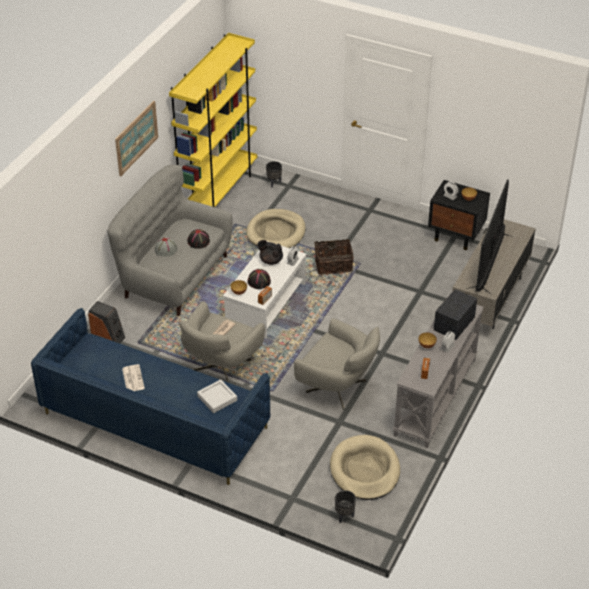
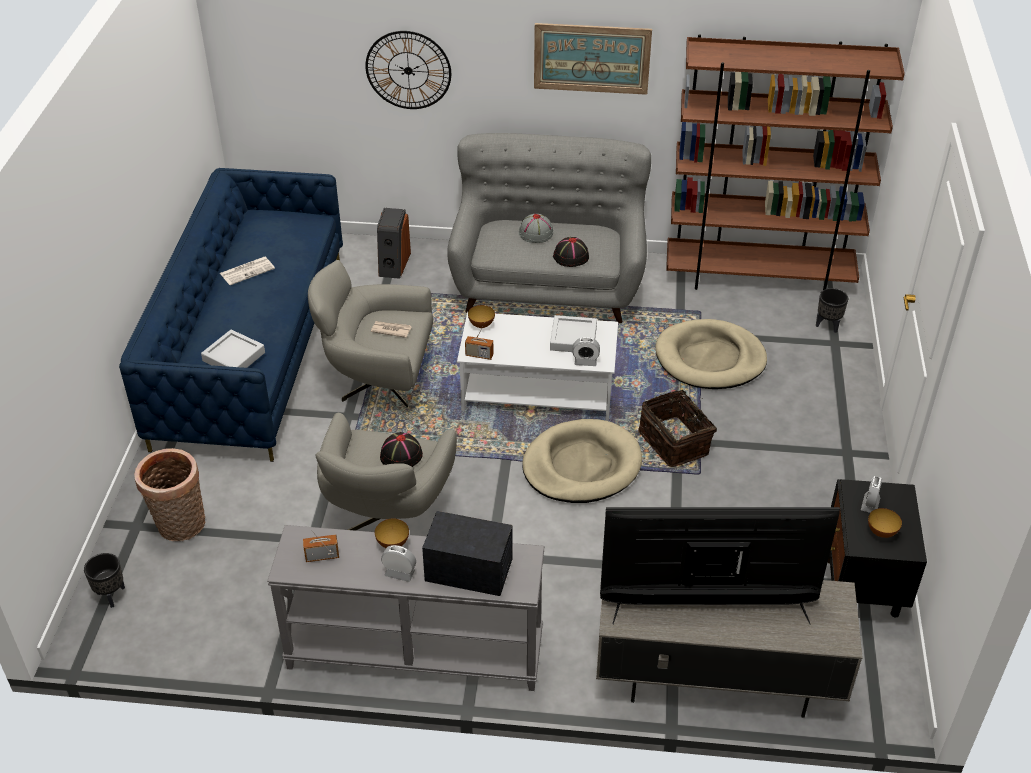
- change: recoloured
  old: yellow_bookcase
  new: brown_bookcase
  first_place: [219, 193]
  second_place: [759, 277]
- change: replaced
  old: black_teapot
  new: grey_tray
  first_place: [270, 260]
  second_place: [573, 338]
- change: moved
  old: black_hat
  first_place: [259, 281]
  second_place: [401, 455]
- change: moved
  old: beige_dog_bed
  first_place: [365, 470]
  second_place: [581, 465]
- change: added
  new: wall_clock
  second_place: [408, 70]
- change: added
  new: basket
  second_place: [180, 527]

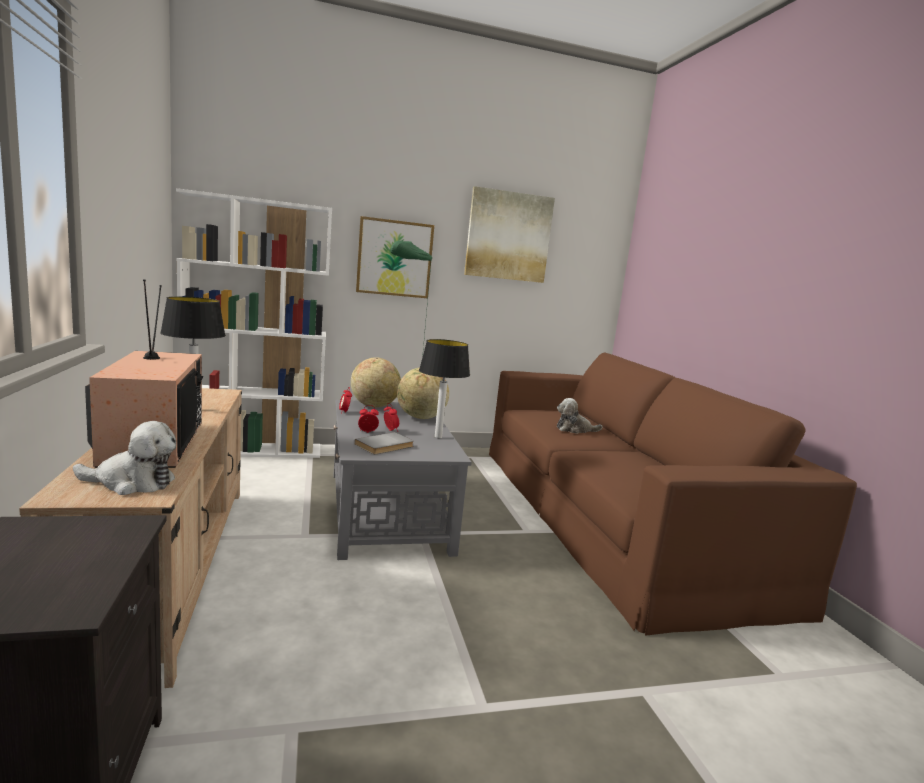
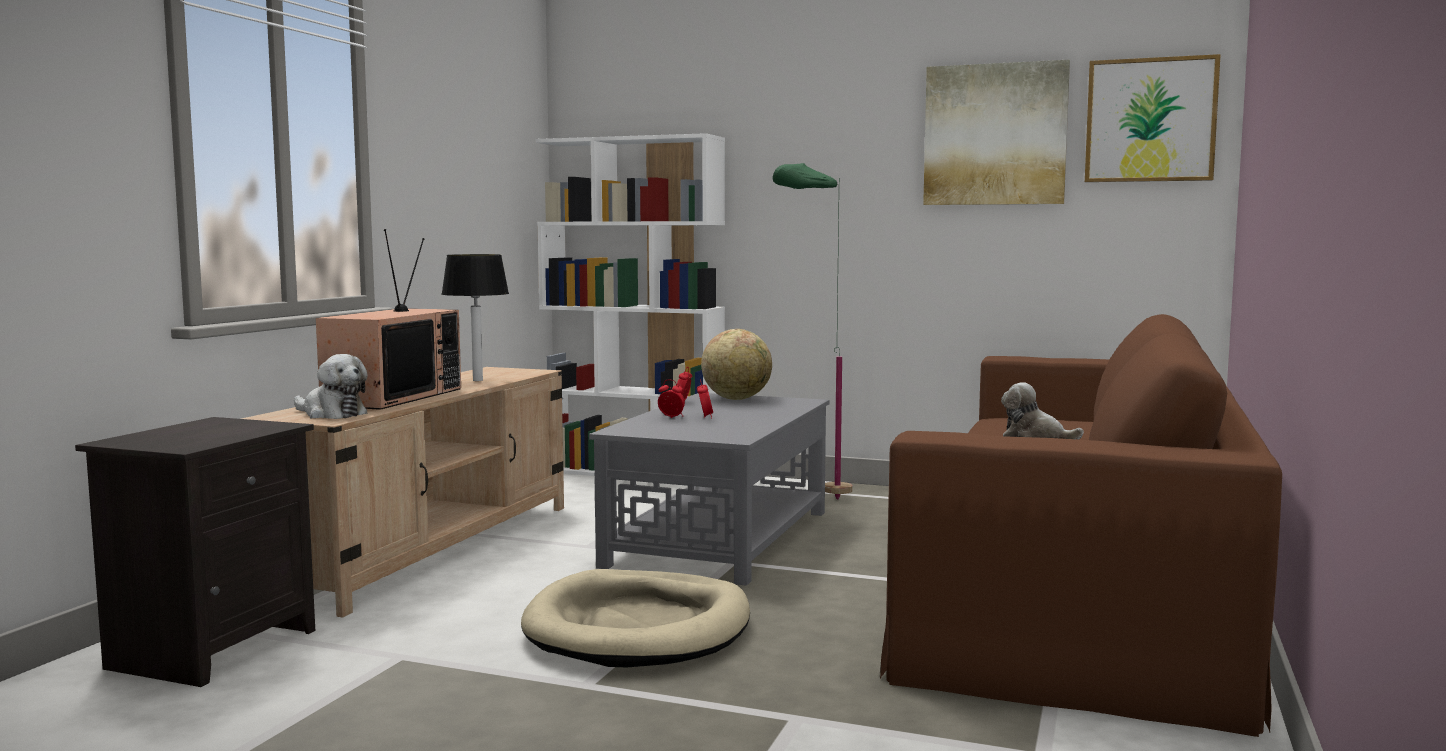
- change: moved
  old: picture
  first_place: [394, 258]
  second_place: [1150, 120]
- change: removed
  old: table_lamp
  first_place: [438, 437]
- change: removed
  old: globe
  first_place: [420, 418]
- change: removed
  old: grey_book
  first_place: [385, 446]
- change: added
  new: beige_dog_bed
  second_place: [639, 628]

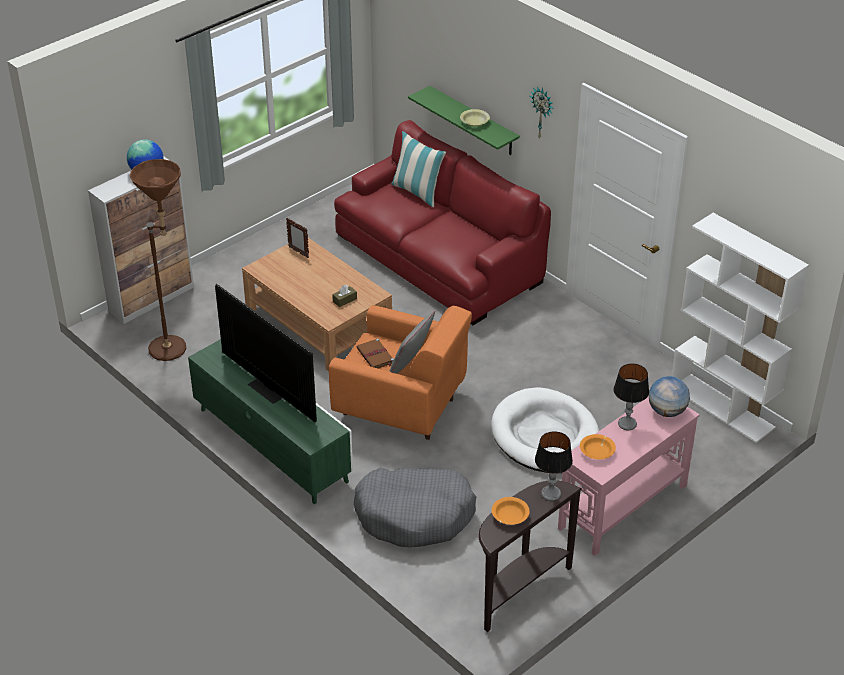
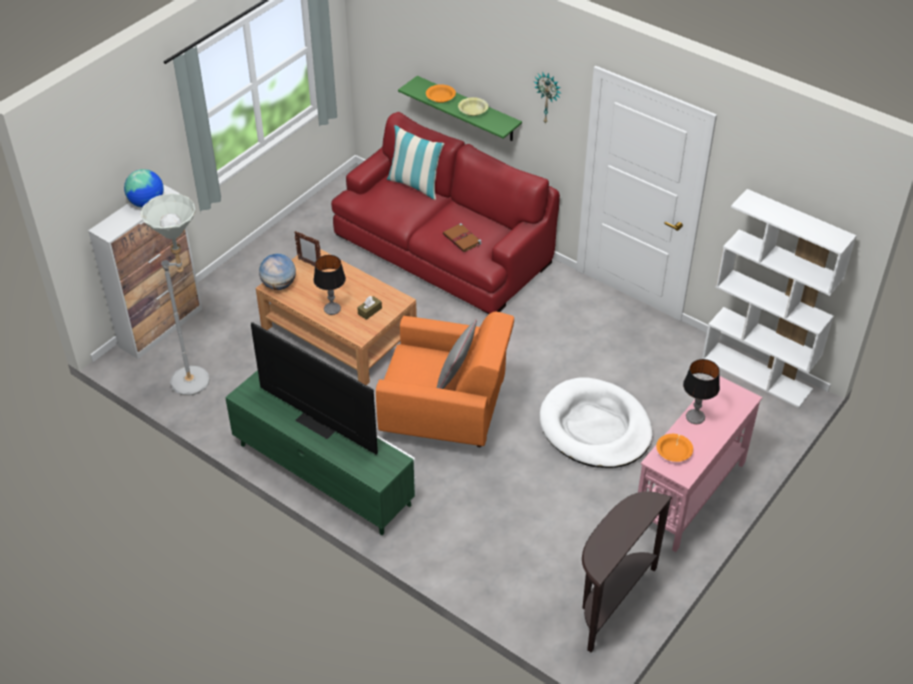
- change: recoloured
  old: brown_floor_lamp
  new: grey_floor_lamp
  first_place: [176, 349]
  second_place: [199, 380]
- change: moved
  old: brown_book
  first_place: [375, 356]
  second_place: [462, 239]
- change: moved
  old: globe
  first_place: [667, 411]
  second_place: [279, 285]
- change: moved
  old: table_lamp
  first_place: [551, 494]
  second_place: [332, 309]
- change: removed
  old: grey_dog_bed
  first_place: [415, 515]
- change: moved
  old: orange_bowl
  first_place: [510, 515]
  second_place: [440, 97]

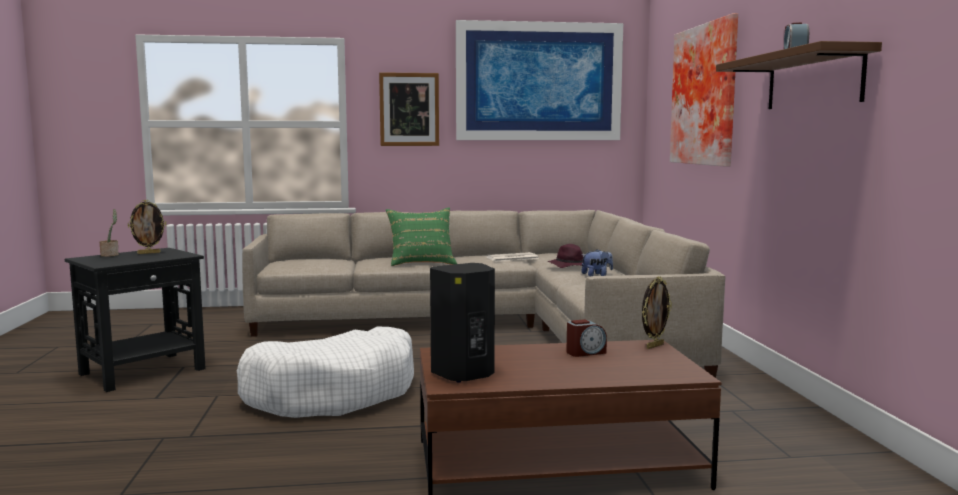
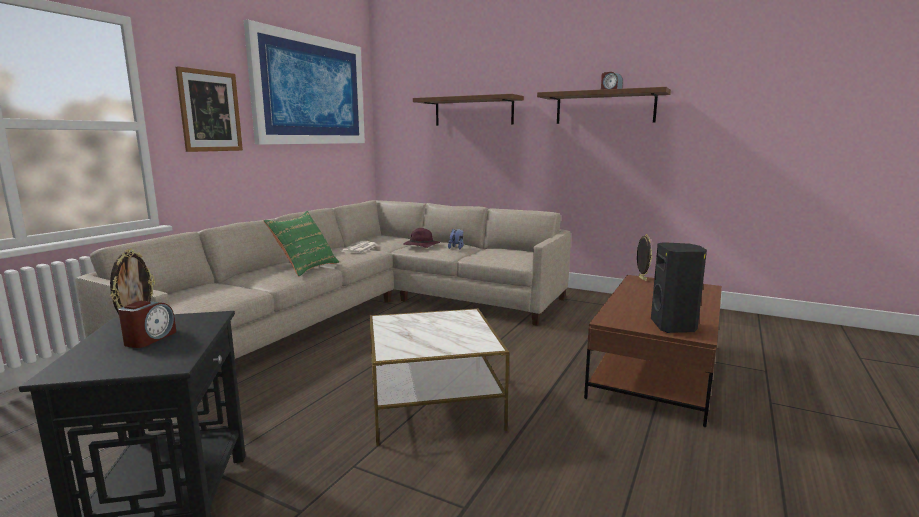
- change: replaced
  old: picture
  new: brown_shelf
  first_place: [707, 95]
  second_place: [473, 111]
- change: removed
  old: potted_plant
  first_place: [110, 255]
- change: moved
  old: alarm_clock
  first_place: [585, 352]
  second_place: [150, 339]
- change: replaced
  old: white_dog_bed
  new: side_table
  first_place: [333, 393]
  second_place: [433, 404]

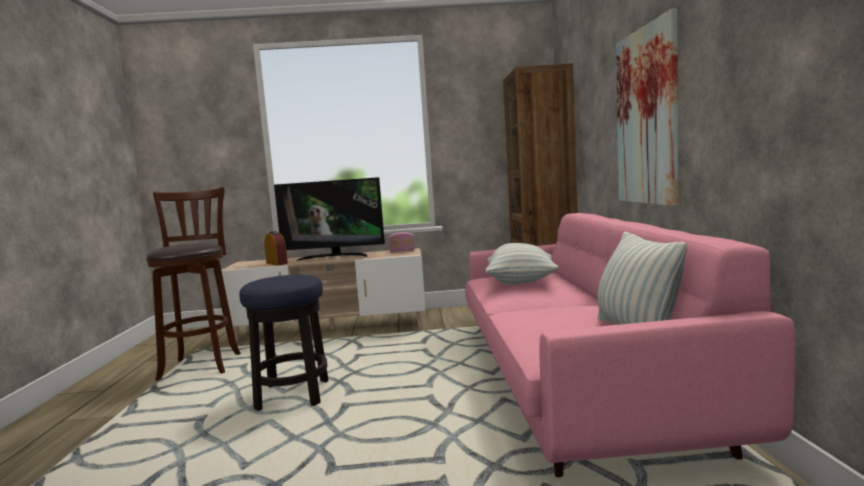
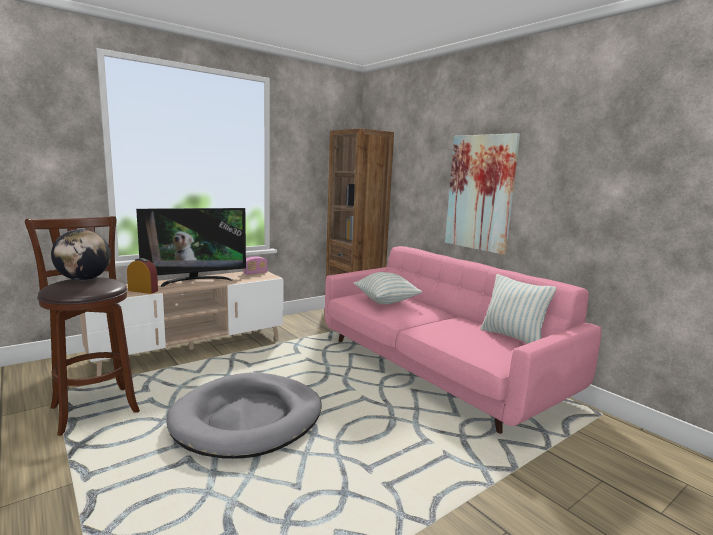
- change: replaced
  old: stool
  new: grey_dog_bed
  first_place: [293, 395]
  second_place: [248, 419]
- change: added
  new: globe
  second_place: [84, 279]

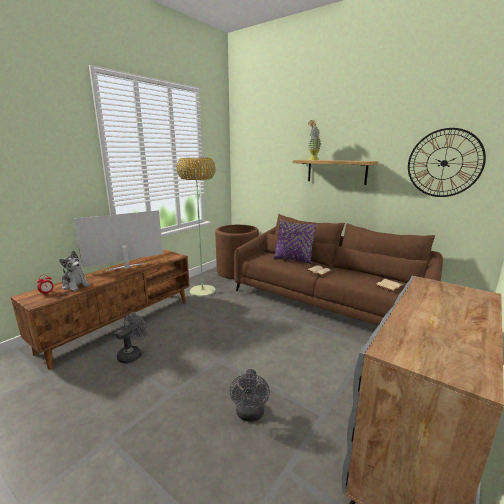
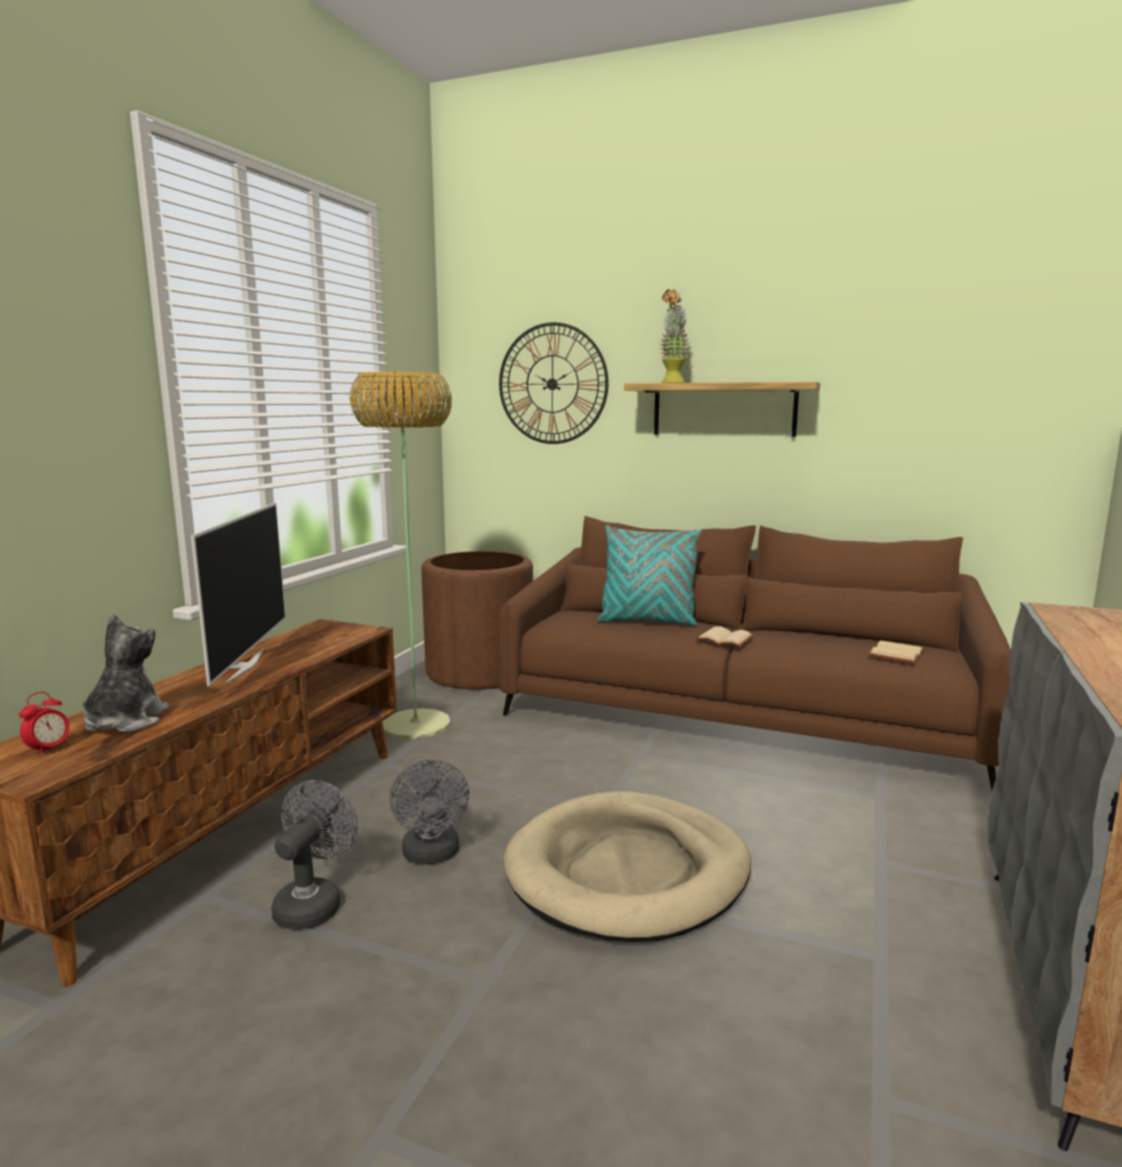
- change: moved
  old: wall_clock
  first_place: [444, 163]
  second_place: [552, 384]
- change: turned
  old: television
  first_place: [126, 267]
  second_place: [243, 666]
  degrees: 135
- change: recoloured
  old: purple_pillow
  new: turquoise_pillow
  first_place: [293, 260]
  second_place: [647, 621]
- change: turned
  old: plush_toy
  first_place: [75, 285]
  second_place: [125, 721]
  degrees: -105
- change: moved
  old: grey_fan
  first_place: [250, 415]
  second_place: [432, 855]
- change: added
  new: beige_dog_bed
  second_place: [628, 872]

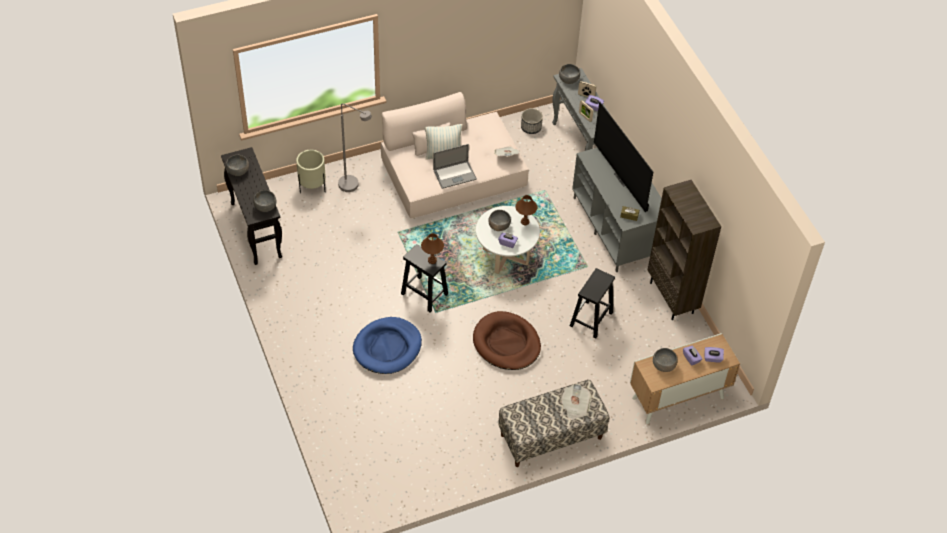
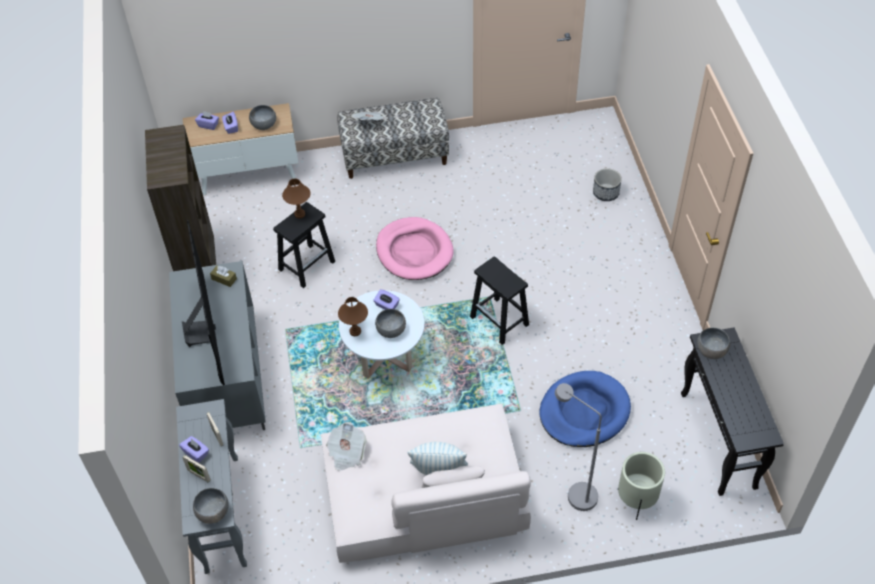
- change: moved
  old: planter
  first_place: [531, 127]
  second_place: [605, 193]
- change: removed
  old: laptop
  first_place: [454, 175]
- change: removed
  old: grey_bowl
  first_place: [238, 171]
- change: moved
  old: brown_table_lamp
  first_place: [432, 260]
  second_place: [299, 214]
- change: recoloured
  old: brown_dog_bed
  new: pink_dog_bed
  first_place: [506, 343]
  second_place: [414, 251]
- change: moved
  old: blue_dog_bed
  first_place: [387, 347]
  second_place: [584, 411]

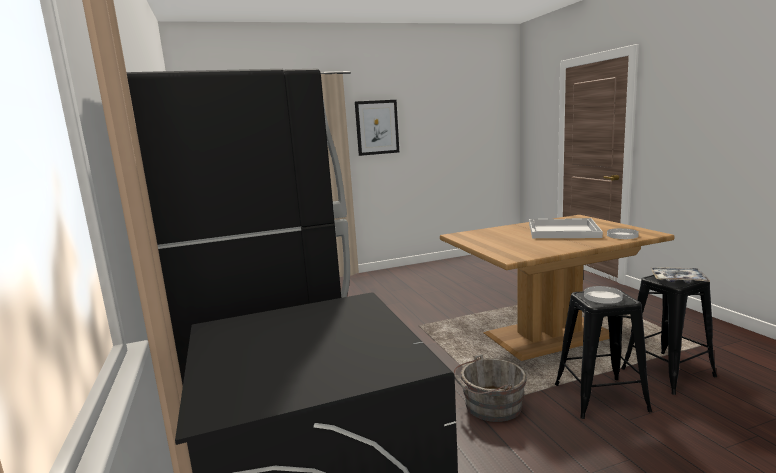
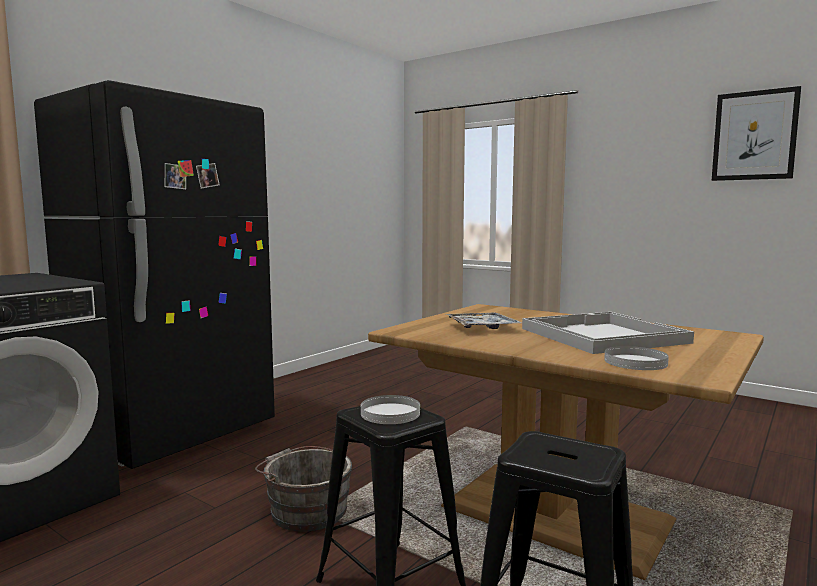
- change: moved
  old: picture
  first_place: [377, 127]
  second_place: [754, 135]
- change: moved
  old: tray
  first_place: [678, 280]
  second_place: [482, 327]

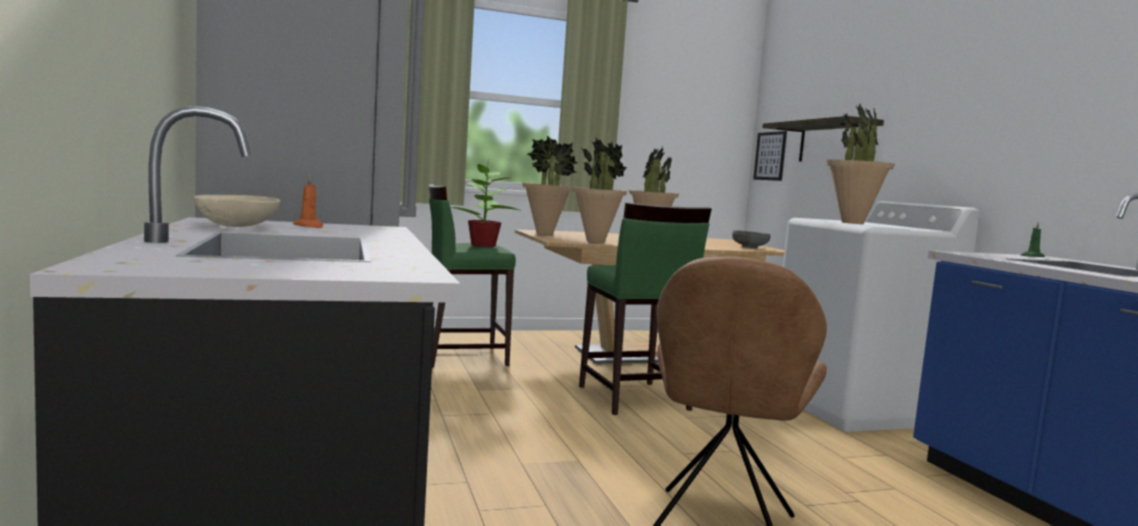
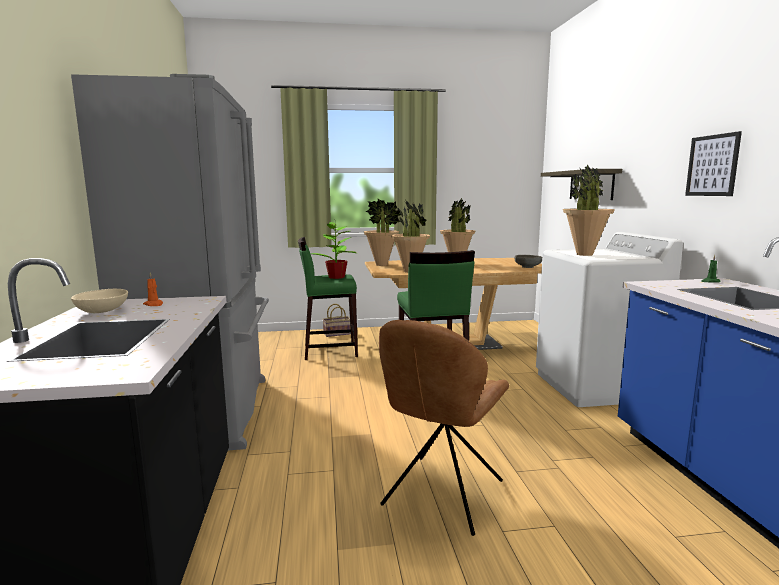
- change: moved
  old: picture
  first_place: [770, 156]
  second_place: [712, 165]
- change: added
  new: basket
  second_place: [337, 333]

